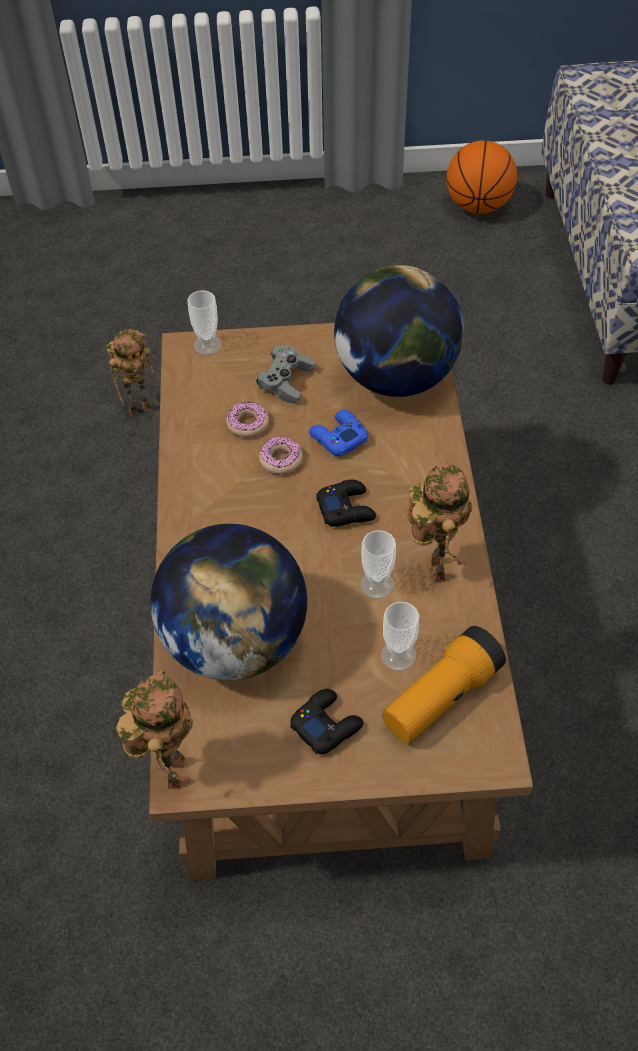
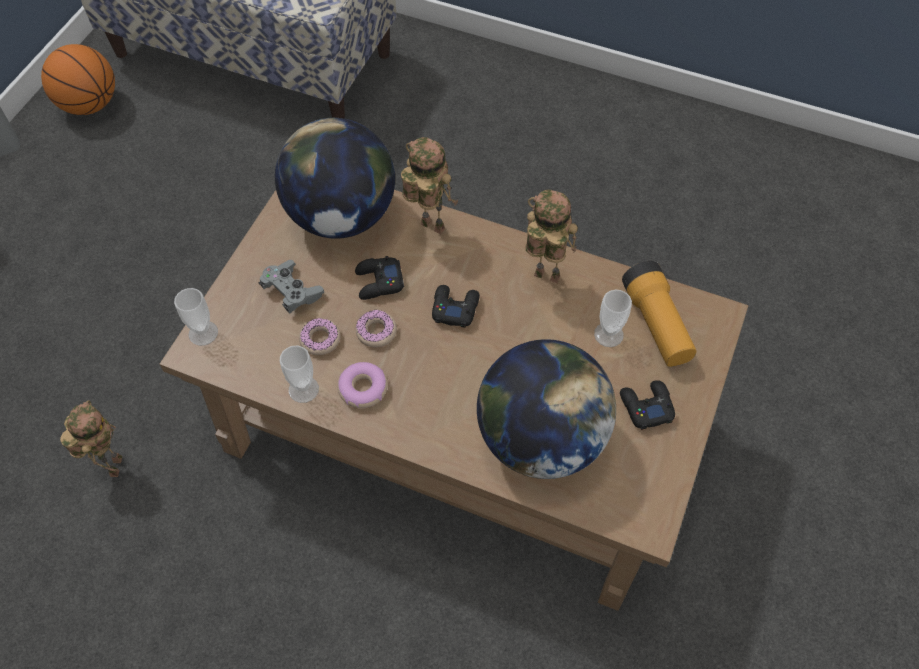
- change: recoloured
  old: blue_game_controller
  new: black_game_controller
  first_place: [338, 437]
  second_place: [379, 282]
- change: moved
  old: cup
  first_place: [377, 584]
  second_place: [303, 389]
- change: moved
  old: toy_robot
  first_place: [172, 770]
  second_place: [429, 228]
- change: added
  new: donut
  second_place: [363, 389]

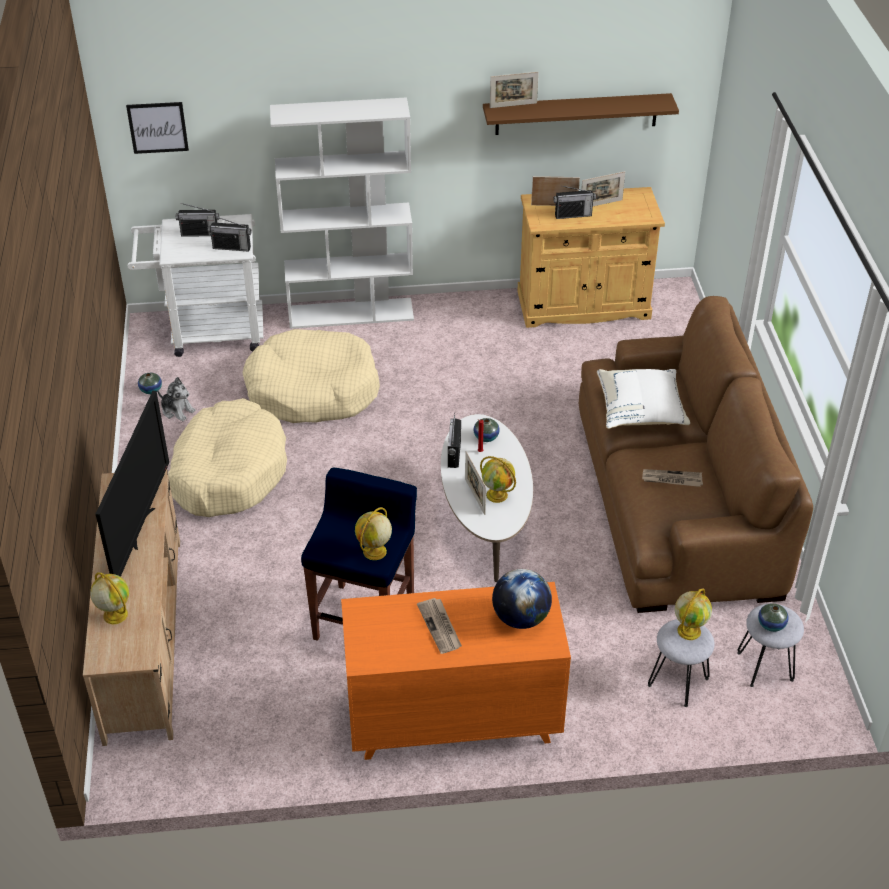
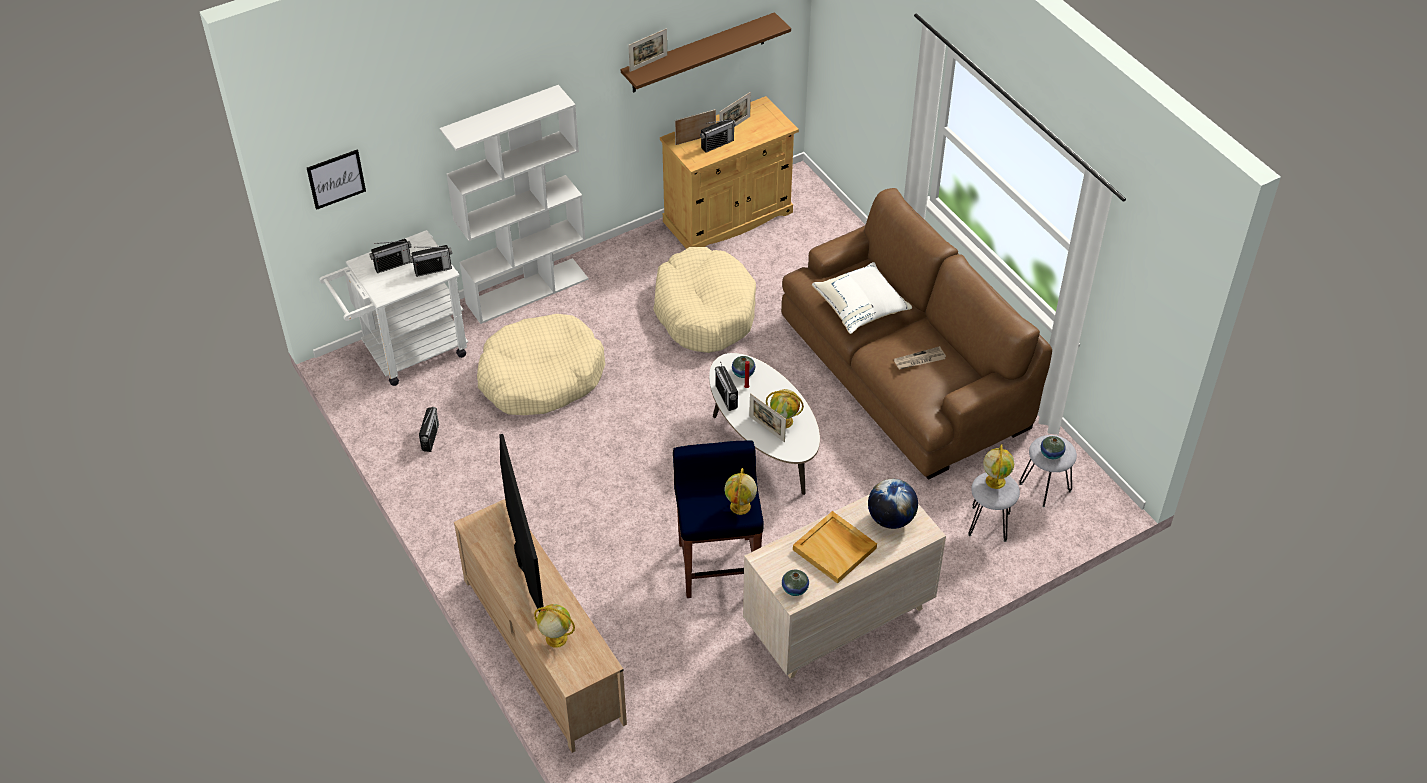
- change: moved
  old: vase
  first_place: [151, 390]
  second_place: [795, 588]
- change: replaced
  old: plush_toy
  new: radio
  first_place: [177, 410]
  second_place: [430, 438]
- change: moved
  old: beige_dog_bed
  first_place: [228, 471]
  second_place: [704, 311]
- change: recoloured
  old: orange_dresser
  new: beige_dresser
  first_place: [452, 720]
  second_place: [838, 620]
- change: replaced
  old: newspaper
  new: beige_tray
  first_place: [440, 627]
  second_place: [835, 549]

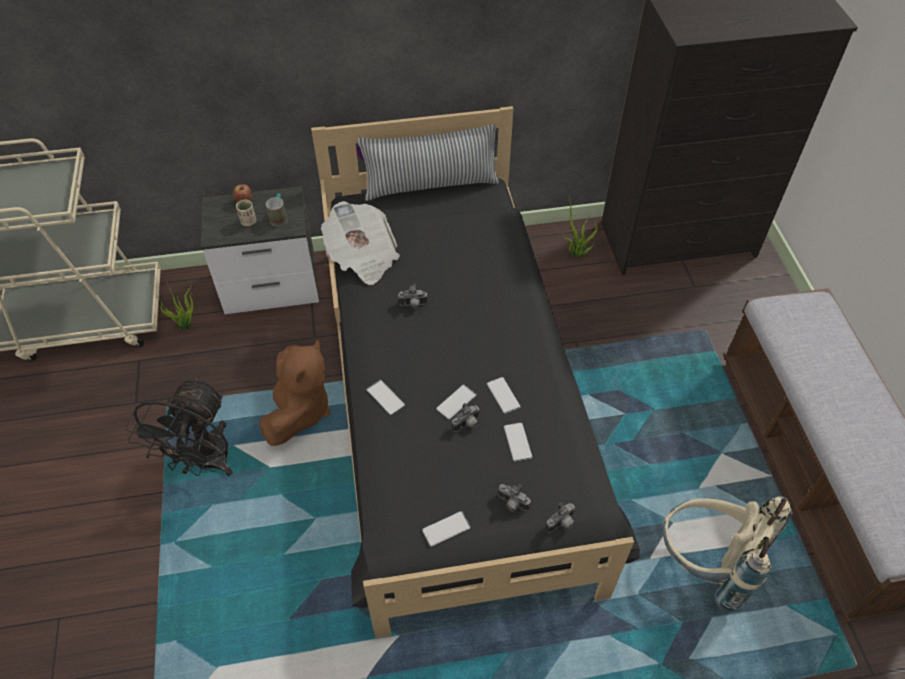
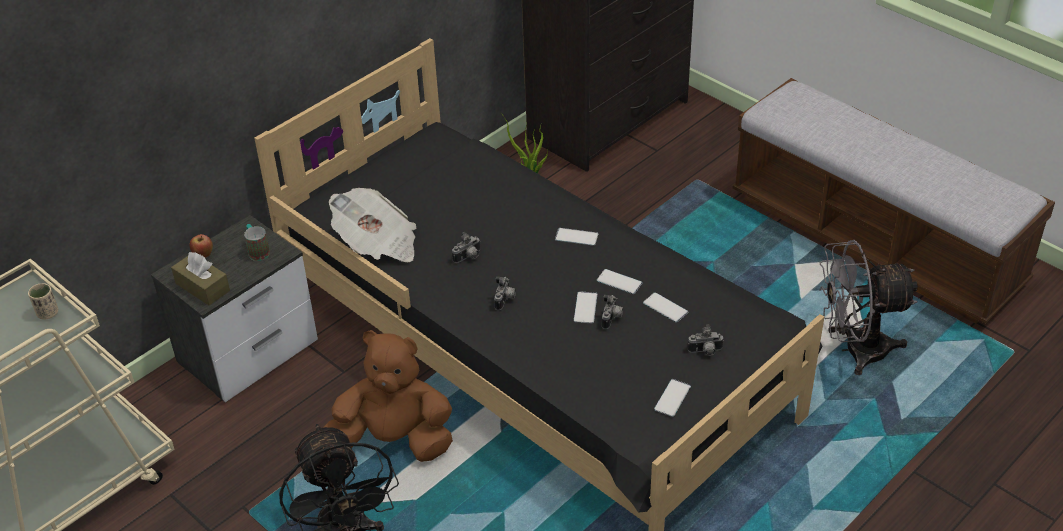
- change: removed
  old: pillow
  first_place: [431, 185]
- change: moved
  old: beige_cup
  first_place: [248, 221]
  second_place: [47, 313]
- change: removed
  old: potted_plant
  first_place: [187, 325]
- change: turned
  old: brown_plush_toy
  first_place: [299, 411]
  second_place: [395, 440]
  degrees: -60
- change: moved
  old: phone
  first_place: [385, 397]
  second_place: [576, 237]
- change: replaced
  old: beige_backpack
  new: grey_fan
  first_place: [704, 565]
  second_place: [854, 350]
- change: moved
  old: photo_camera
  first_place: [561, 524]
  second_place: [505, 300]
- change: added
  new: brown_tissue_box
  second_place: [202, 287]

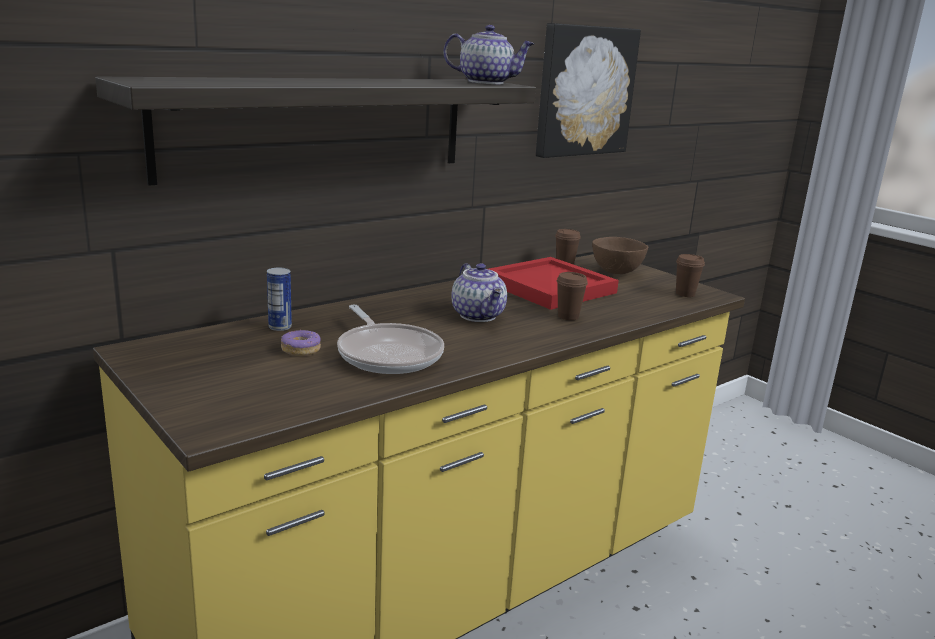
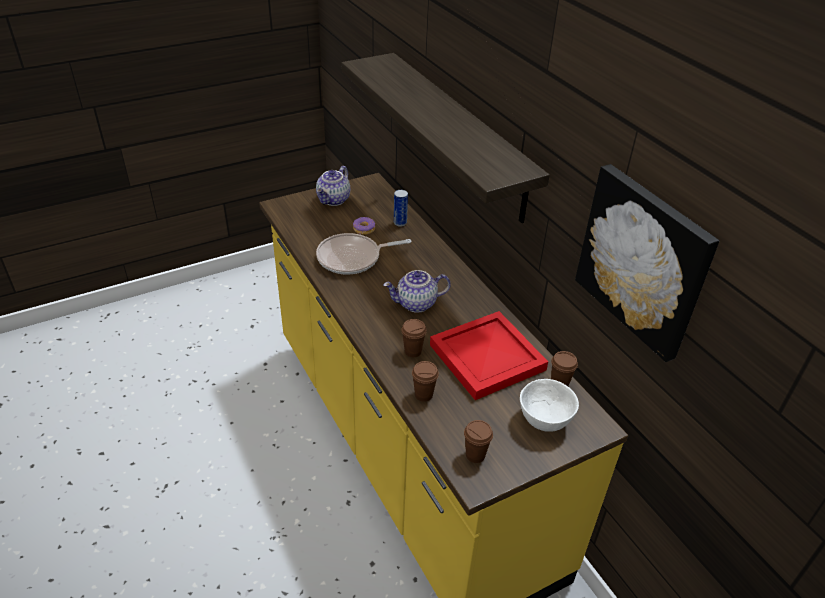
- change: moved
  old: teapot
  first_place: [487, 82]
  second_place: [334, 200]
- change: recoloured
  old: brown_bowl
  new: white_bowl
  first_place: [617, 272]
  second_place: [543, 421]
- change: added
  new: brown_cup
  second_place: [423, 395]

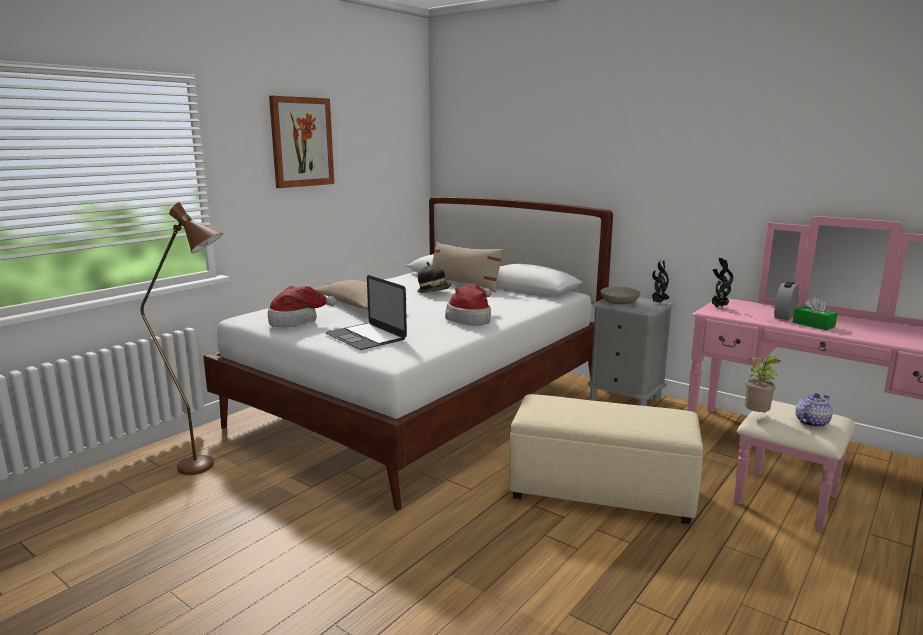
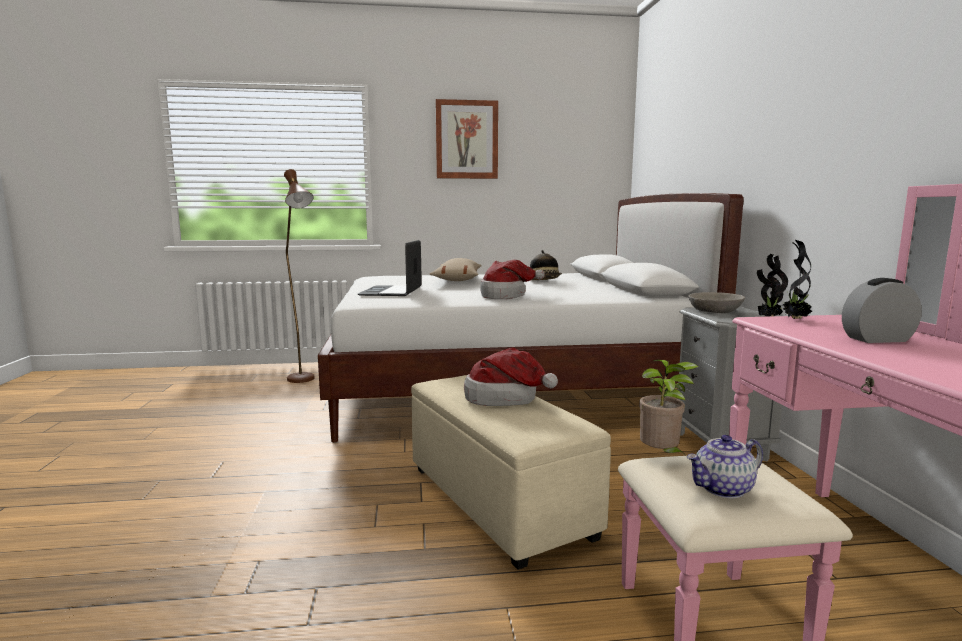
- change: removed
  old: beige_pillow
  first_place: [464, 285]
- change: moved
  old: hat
  first_place: [297, 321]
  second_place: [506, 398]
- change: removed
  old: green_tissue_box
  first_place: [813, 324]
- change: turned
  old: teapot
  first_place: [811, 422]
  second_place: [723, 489]
  degrees: 150

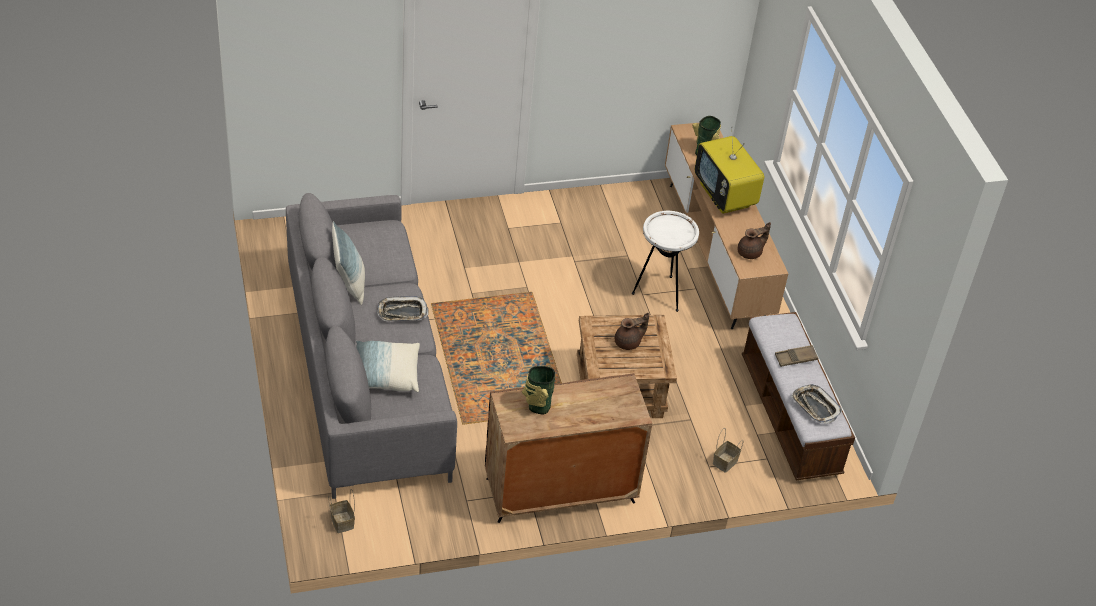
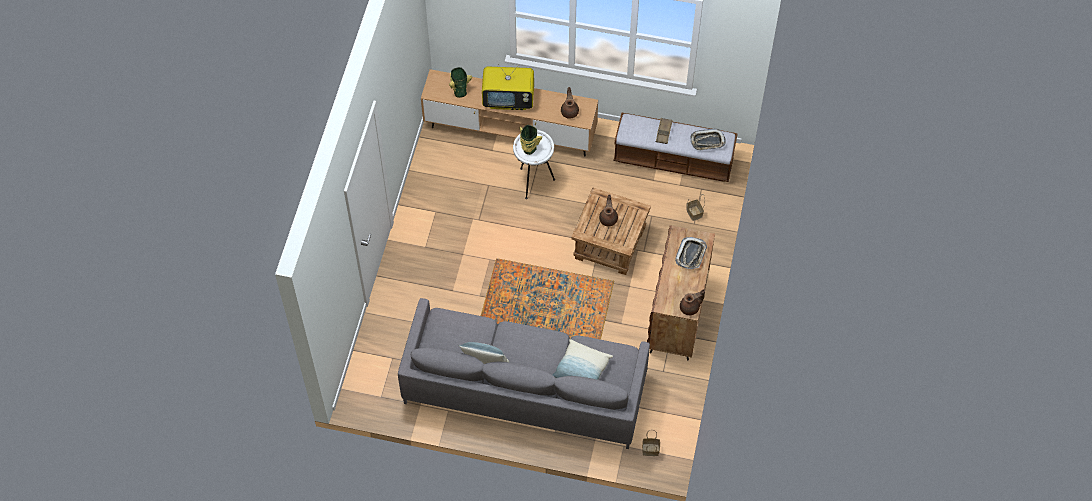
- change: moved
  old: tray
  first_place: [402, 312]
  second_place: [691, 254]
- change: moved
  old: vase
  first_place: [538, 406]
  second_place: [529, 149]
- change: added
  new: brown_teapot
  second_place: [690, 307]

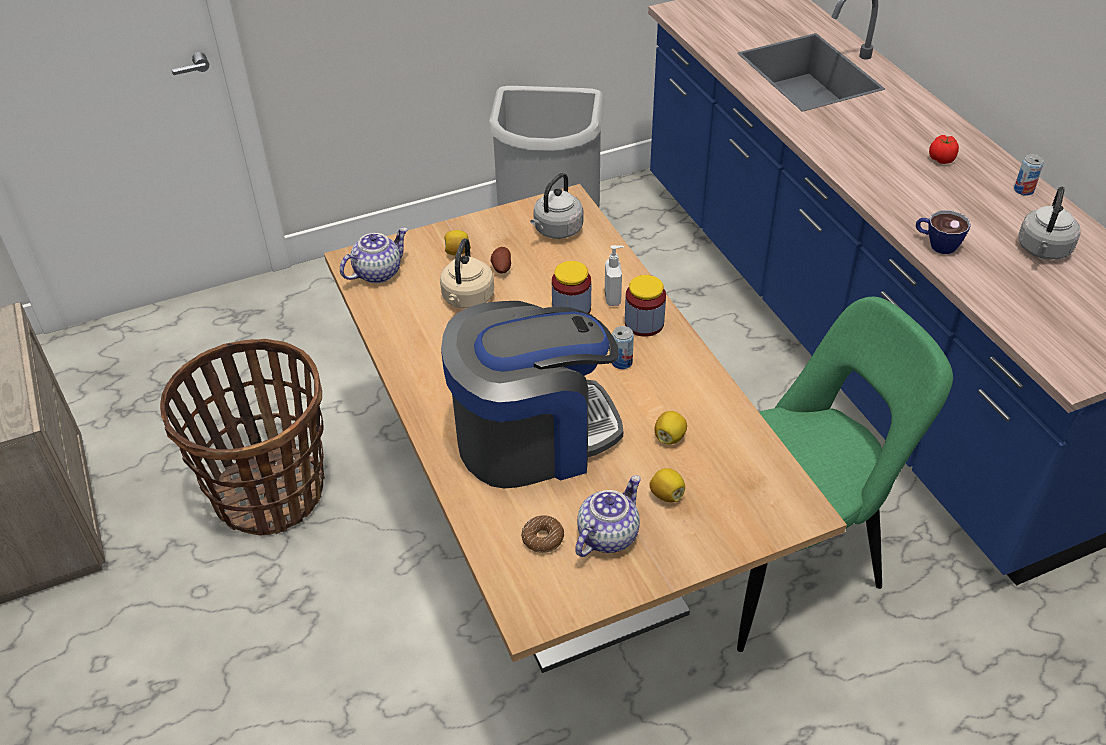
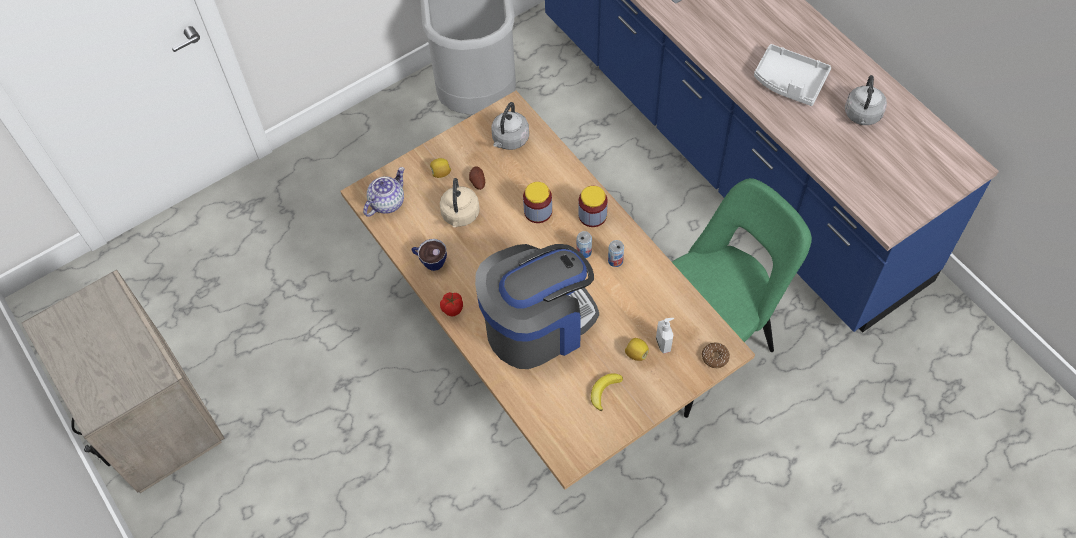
- change: moved
  old: tomato
  first_place: [942, 159]
  second_place: [453, 308]
- change: moved
  old: can
  first_place: [1023, 190]
  second_place: [615, 260]
- change: moved
  old: cup
  first_place: [936, 244]
  second_place: [430, 261]
- change: moved
  old: soap_dispenser
  first_place: [613, 298]
  second_place: [664, 343]
- change: removed
  old: basket
  first_place: [270, 492]
- change: removed
  old: lemon
  first_place: [670, 437]
- change: replaced
  old: teapot
  new: banana
  first_place: [607, 535]
  second_place: [604, 391]
- change: moved
  old: donut
  first_place: [543, 538]
  second_place: [715, 357]
- change: added
  new: grey_tray
  second_place: [789, 82]

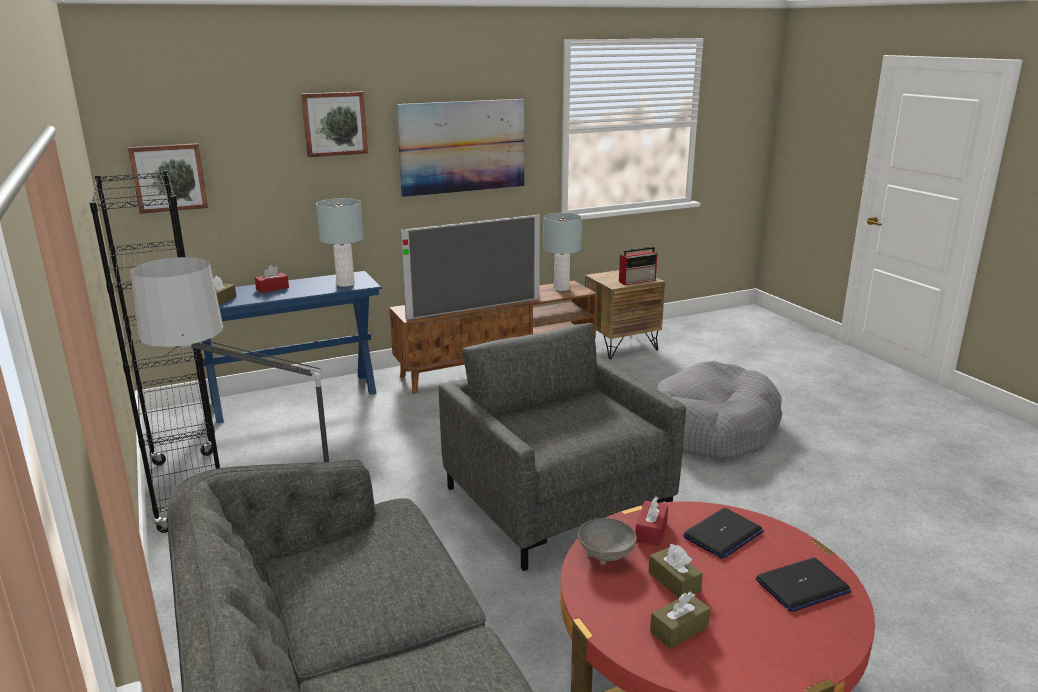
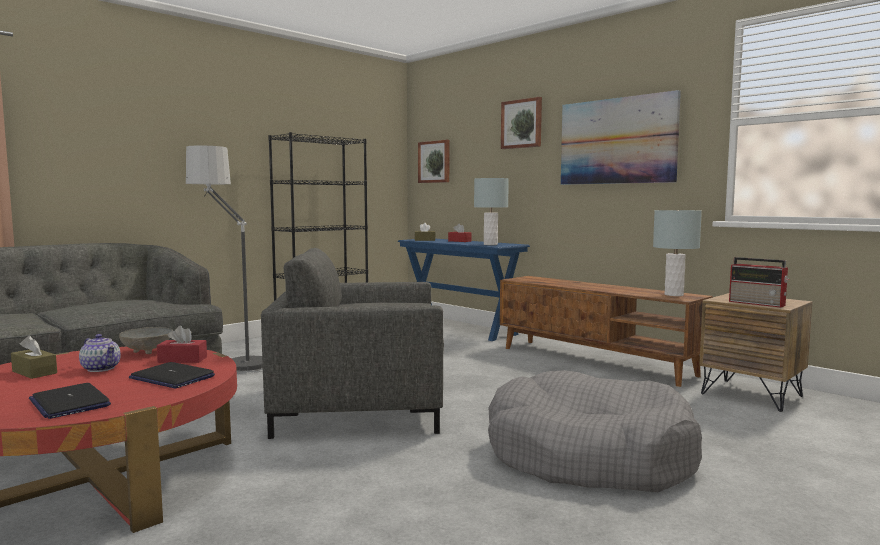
- change: removed
  old: television
  first_place: [475, 308]
- change: turned
  old: grey_armchair
  first_place: [557, 502]
  second_place: [359, 405]
  degrees: -135
- change: replaced
  old: brown_tissue_box
  new: teapot
  first_place: [674, 582]
  second_place: [101, 368]

